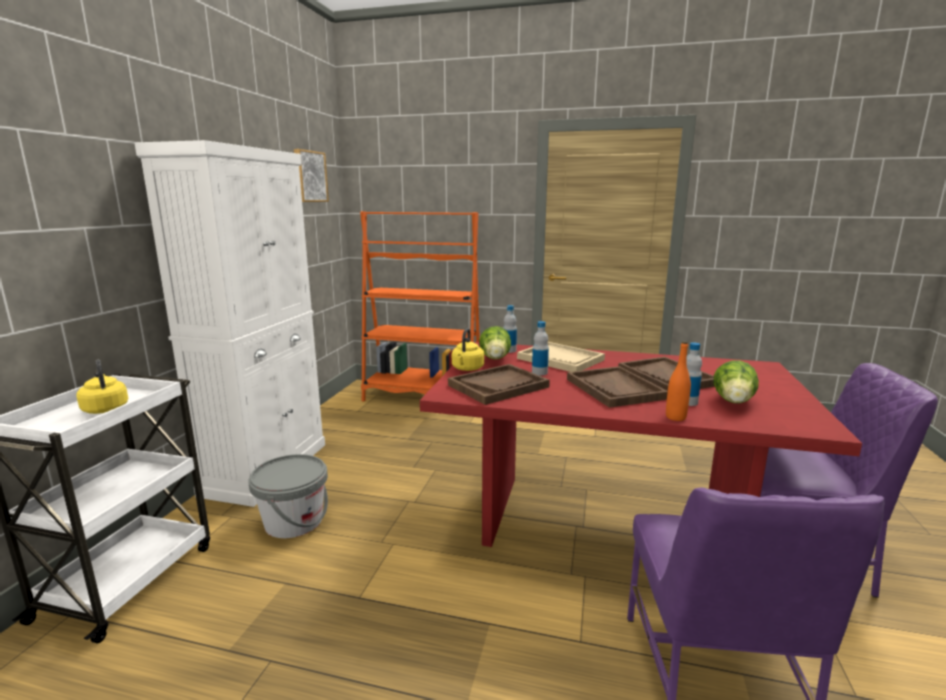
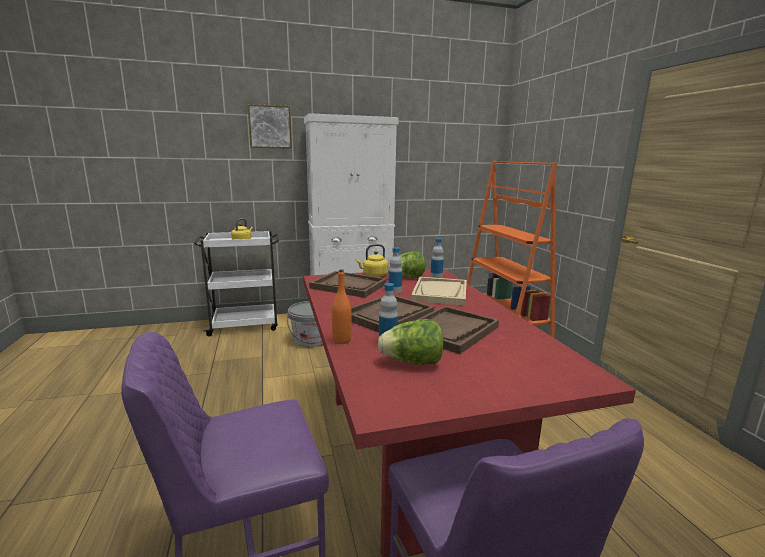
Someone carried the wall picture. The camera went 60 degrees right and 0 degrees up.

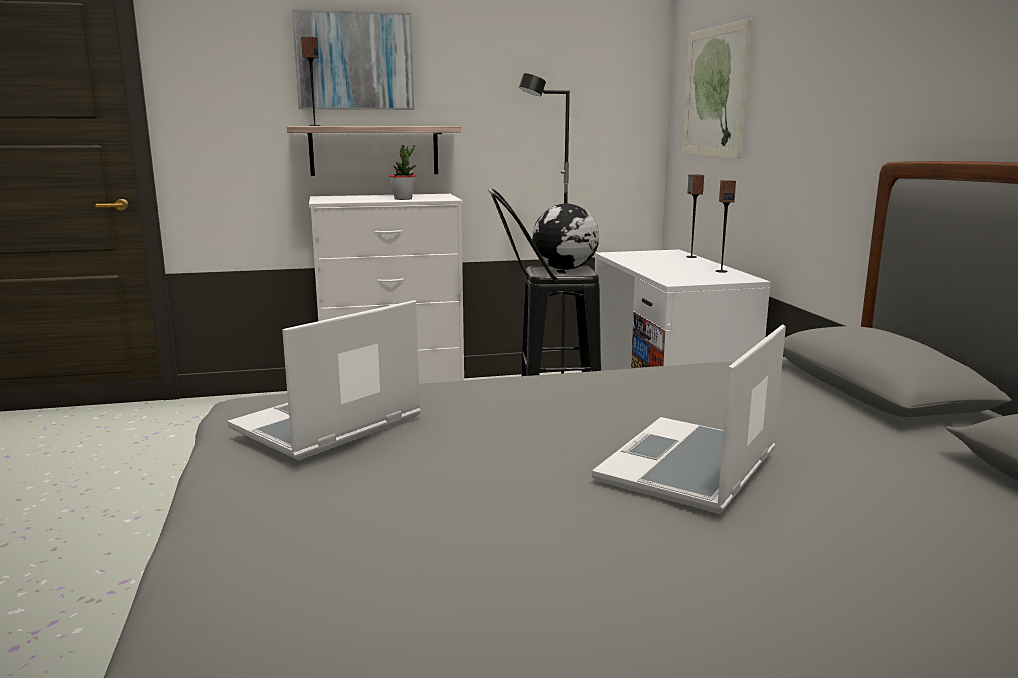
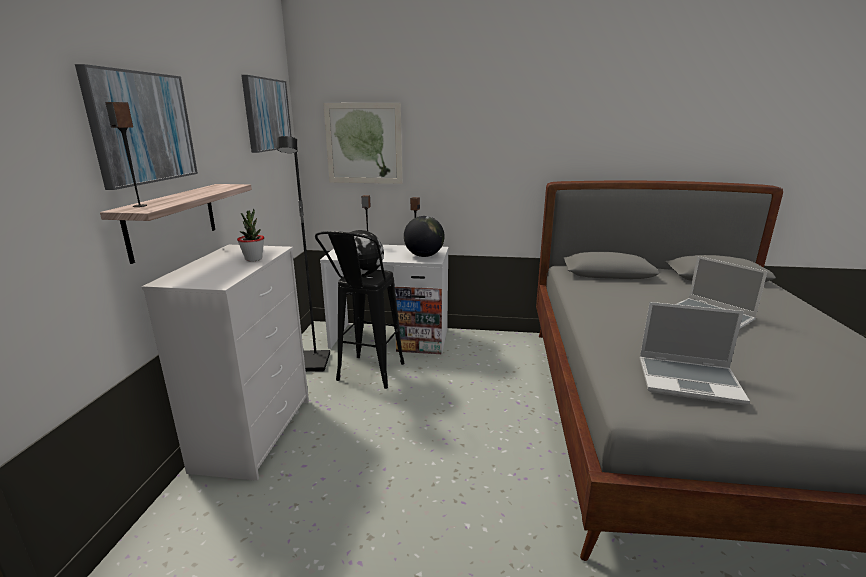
Someone rotated the notebook computer (1st from left) by 45 degrees counterclockwise. Someone put up the wall picture (2nd from left). Someone put down the globe (2nd from left). The camera went 70 degrees left and 5 degrees up.

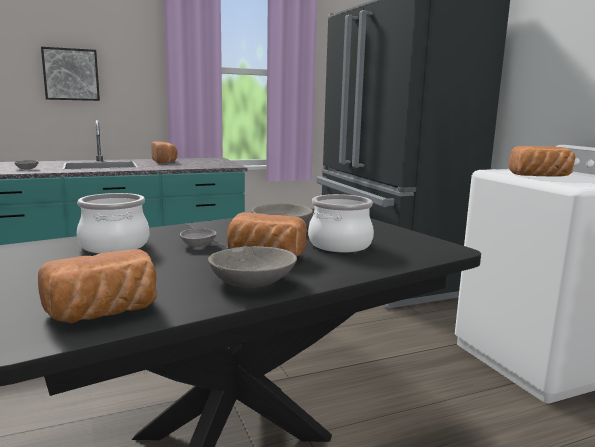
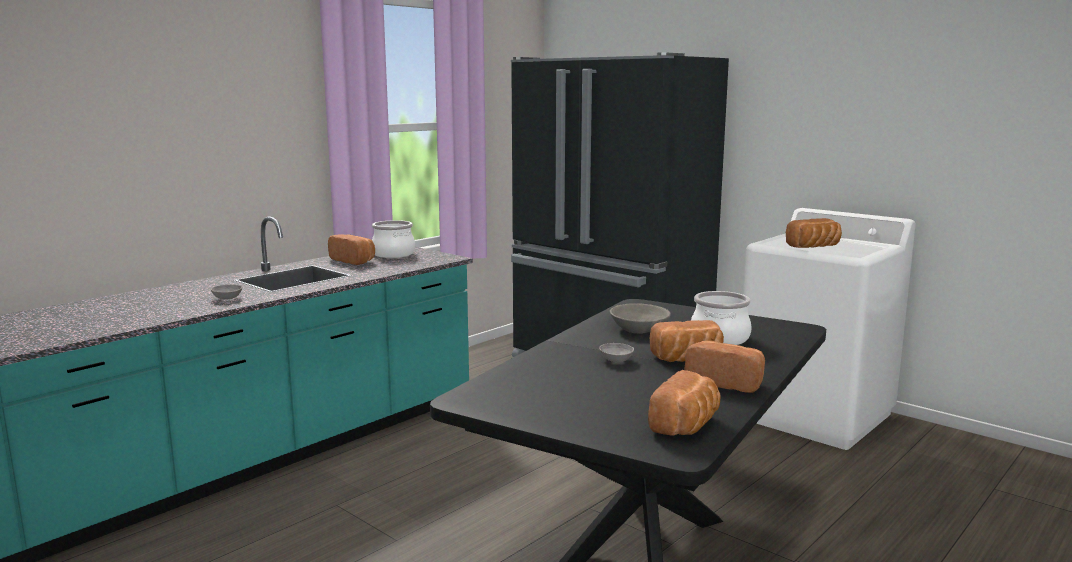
Someone took away the wall picture. Someone carried the cooking pot (1st from left). Someone swapped the gray deep dish (3rd from left) for the baked bread (4th from left). The camera went 25 degrees left and 0 degrees up.

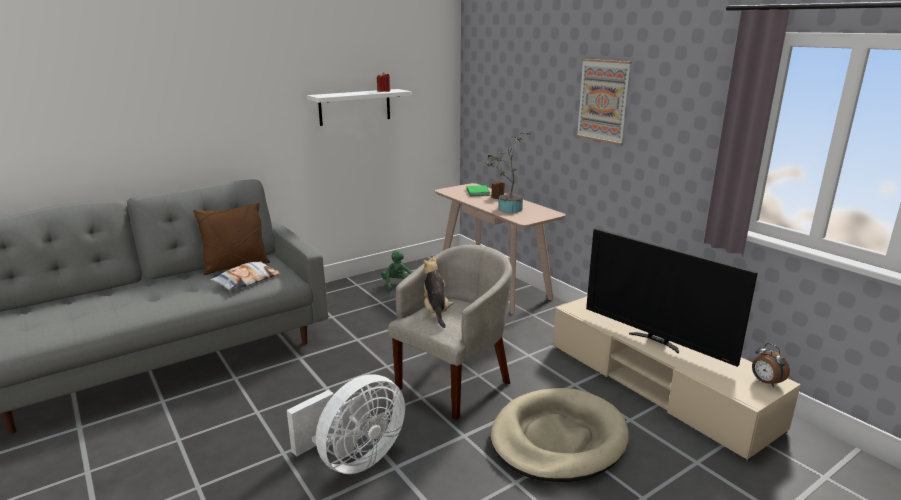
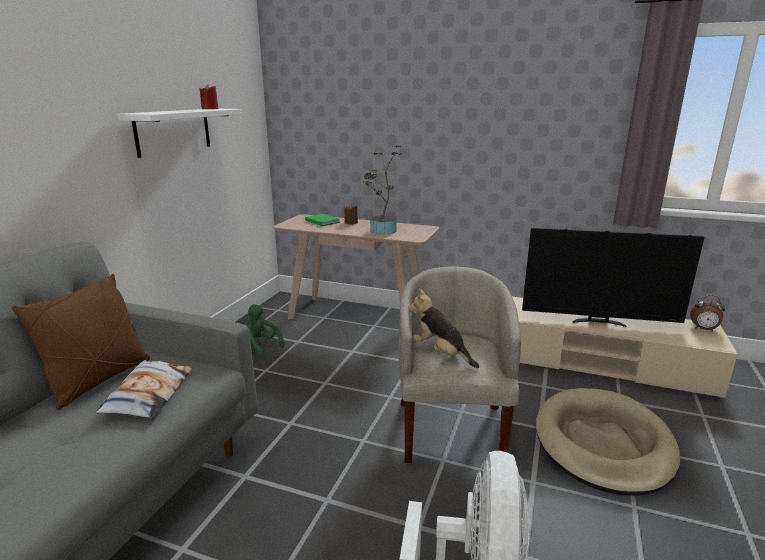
Someone took away the wall picture. The camera went 35 degrees left and 0 degrees up.

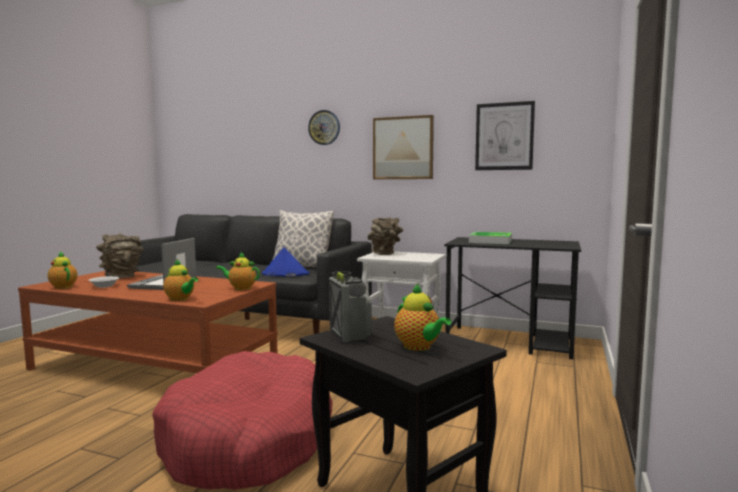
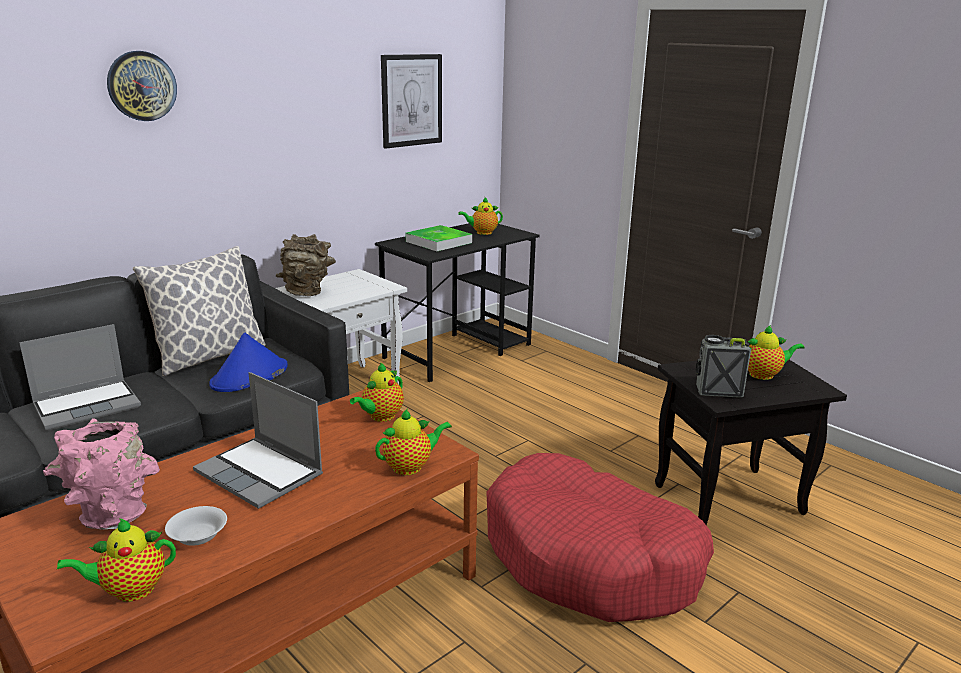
Someone repainted the brown decorative vase (1st from left), which became the pink-coloured decorative vase. Someone took away the wall picture (1st from left). Someone put down the notebook computer (1st from left). Someone put down the tea pot (4th from left). The camera went 65 degrees left and 15 degrees up.

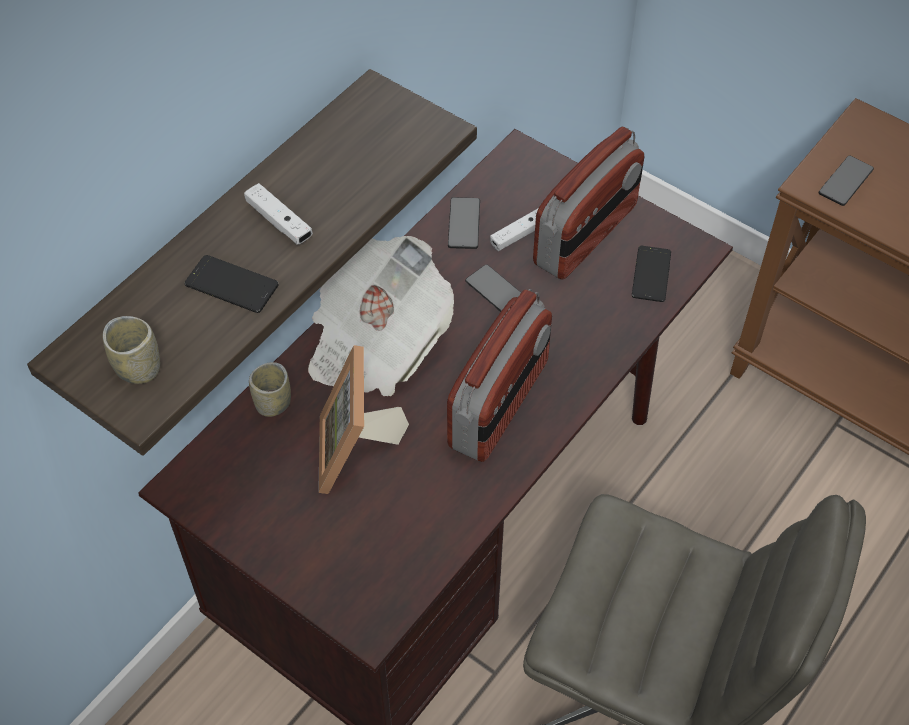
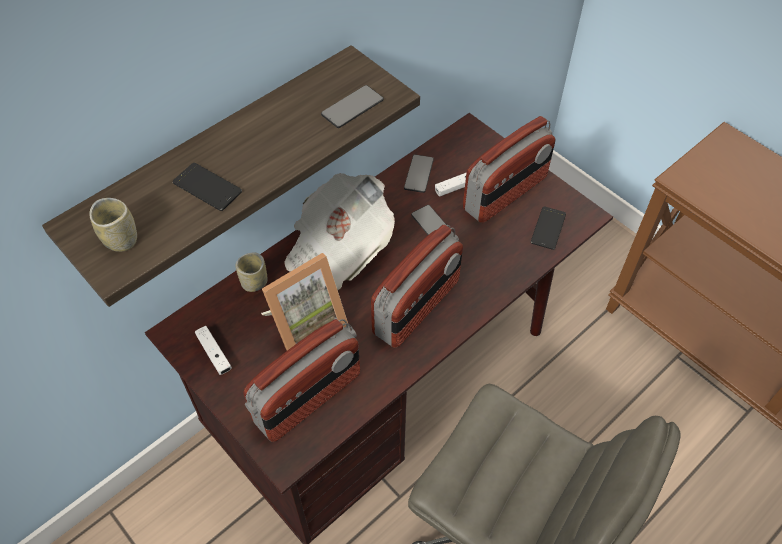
Someone carried the whitish joypad (1st from left). Someone rotated the standing frame by 135 degrees counterclockwise. Someone carried the telephone (5th from left in the first image). Someone put down the radio receiver (1st from left). The camera went 10 degrees right and 0 degrees up.

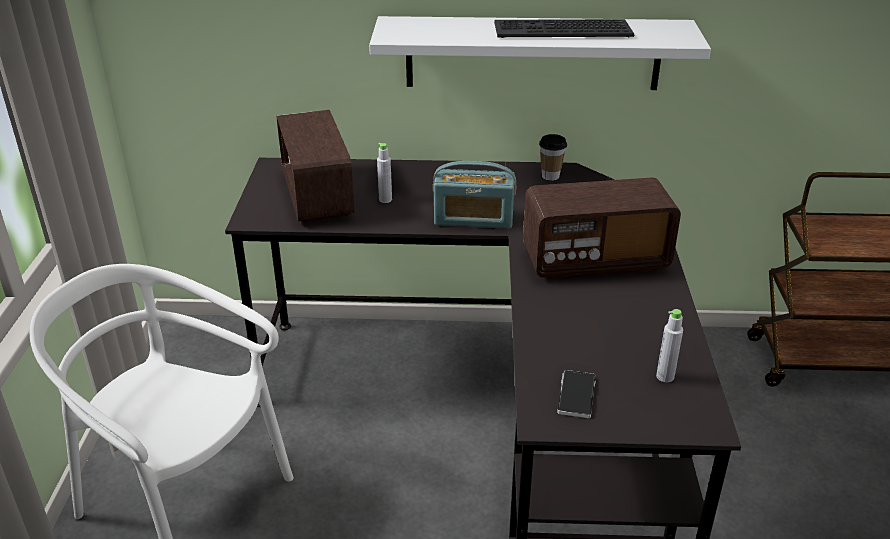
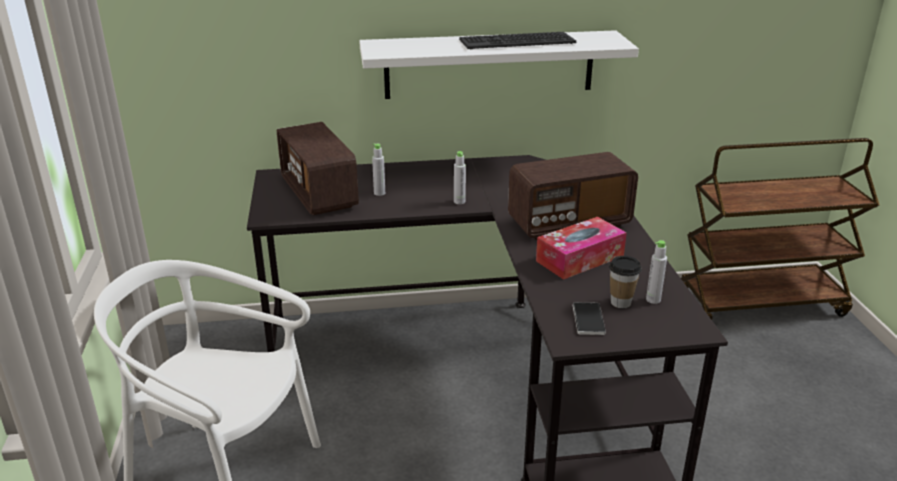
Someone swapped the radio receiver (2nd from left) for the gray drink bottle (2nd from left). Someone carried the drinking cup. Someone put down the box of tissues. The camera went 10 degrees left and 5 degrees down.

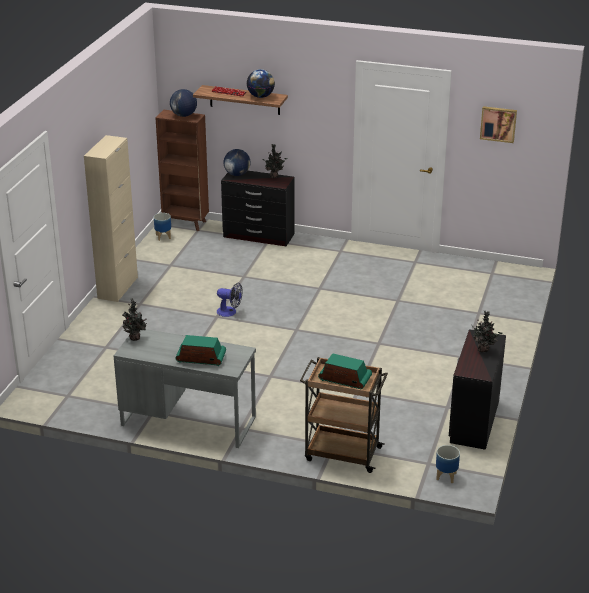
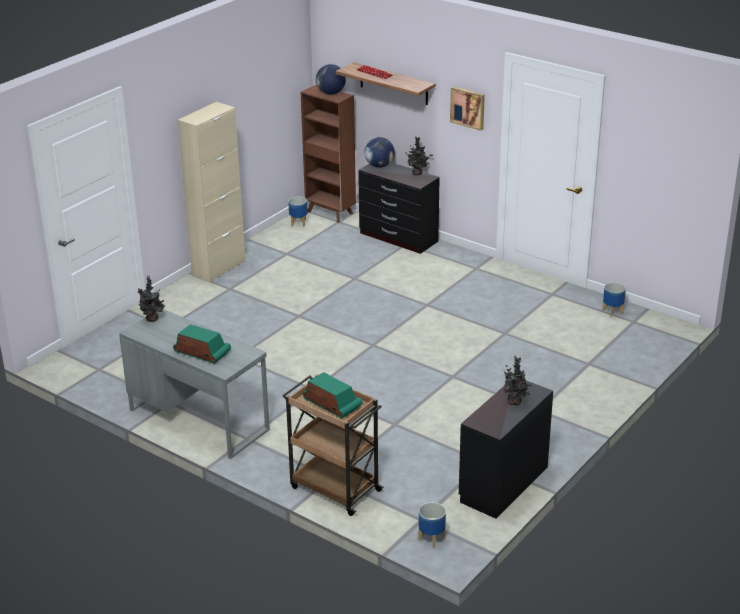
Someone took away the fan. Someone took away the globe (3rd from left). Someone carried the wall picture. Someone put down the plant pot (3rd from left). The camera went 20 degrees right and 0 degrees up.

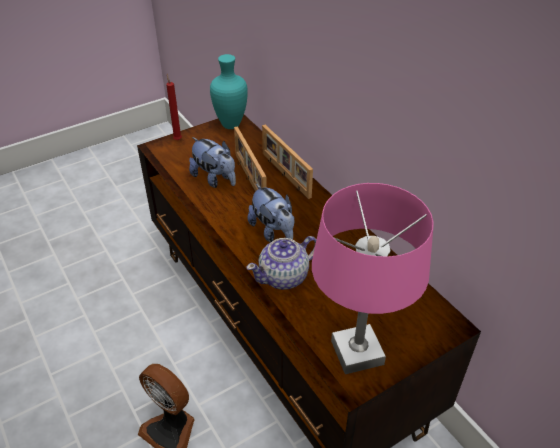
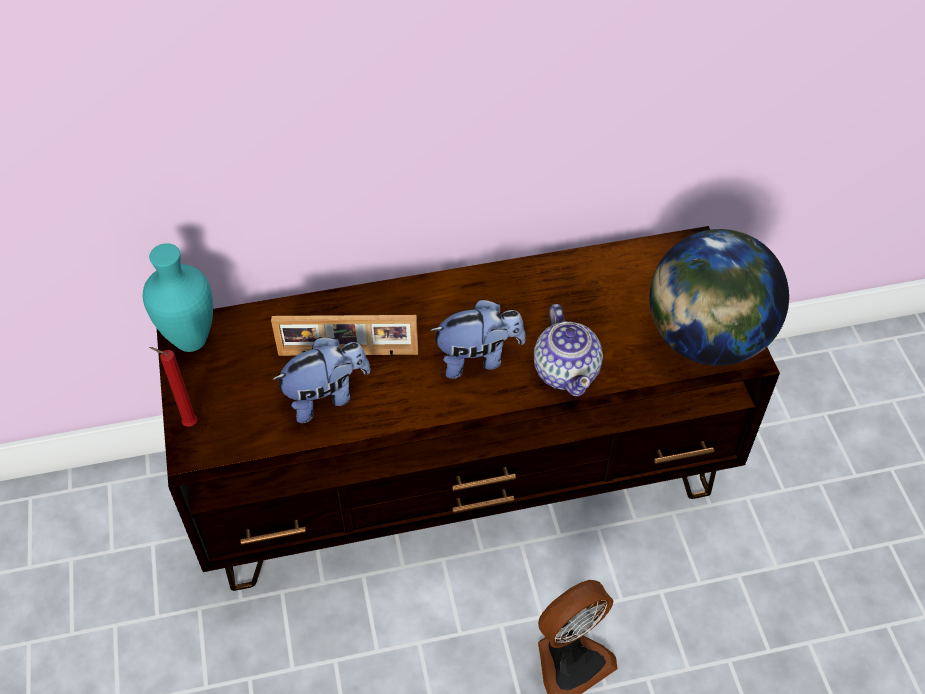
Someone took away the standing frame (2nd from left). Someone swapped the pink-coloured lamp for a table for the globe. The camera went 70 degrees left and 10 degrees up.

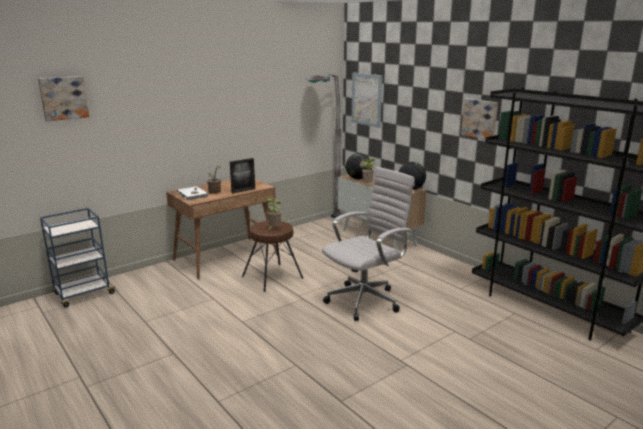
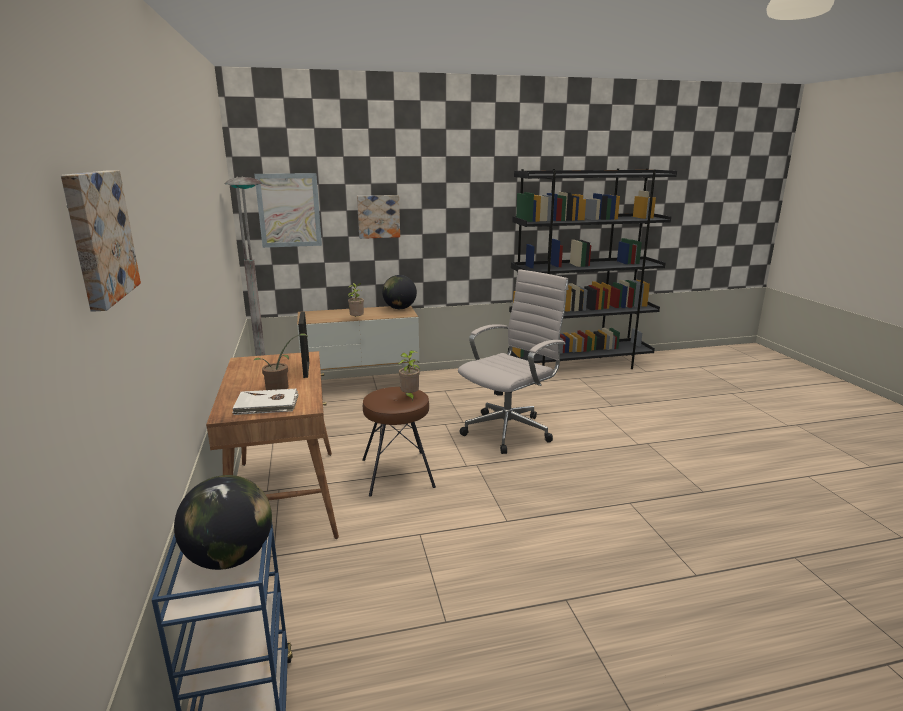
Someone rotated the whitish computer chair by 60 degrees clockwise. Someone carried the globe (1st from left). Someone carried the wall picture (3rd from left). The camera went 65 degrees left and 0 degrees up.

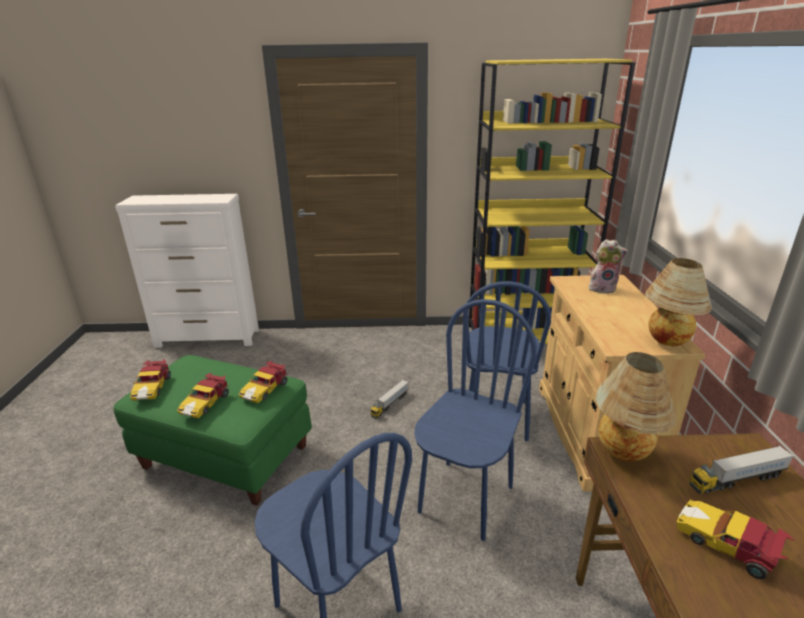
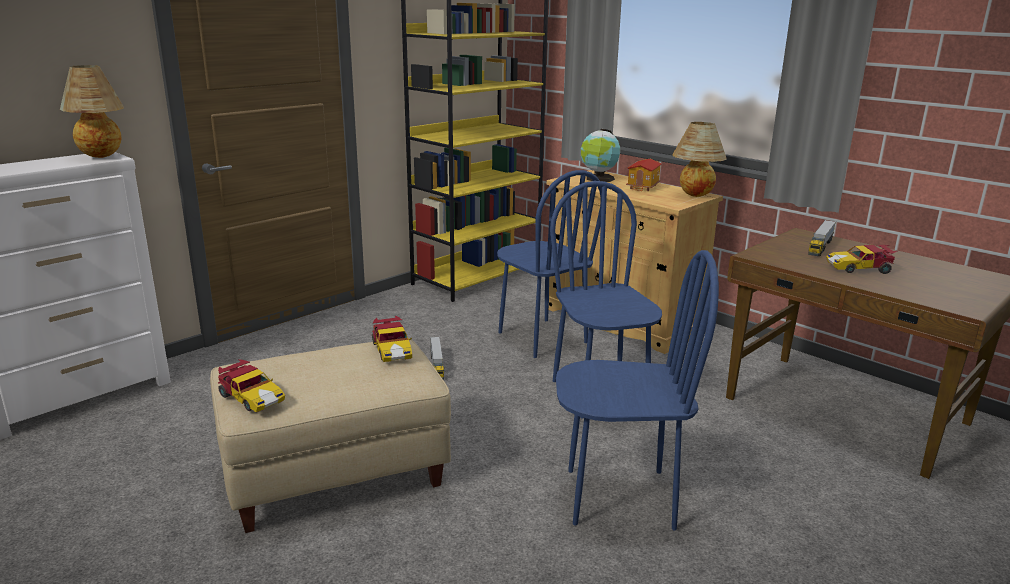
Someone repainted the green pouffe, which became the sand-coloured pouffe. Someone took away the model car (2nd from left). Someone swapped the cuddly toy for the globe. Someone carried the lamp for a table (1st from left). Someone put down the toy house. The camera went 45 degrees left and 5 degrees down.

